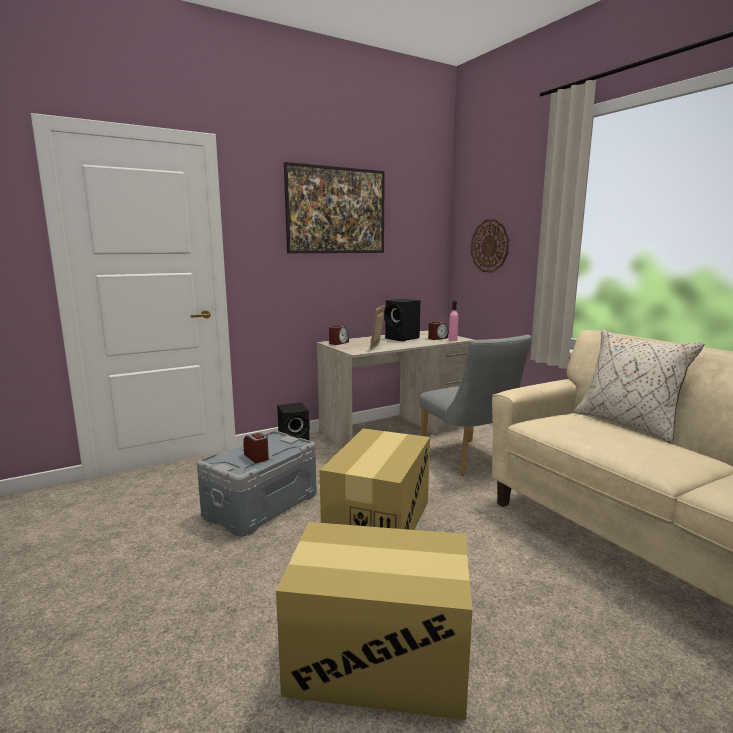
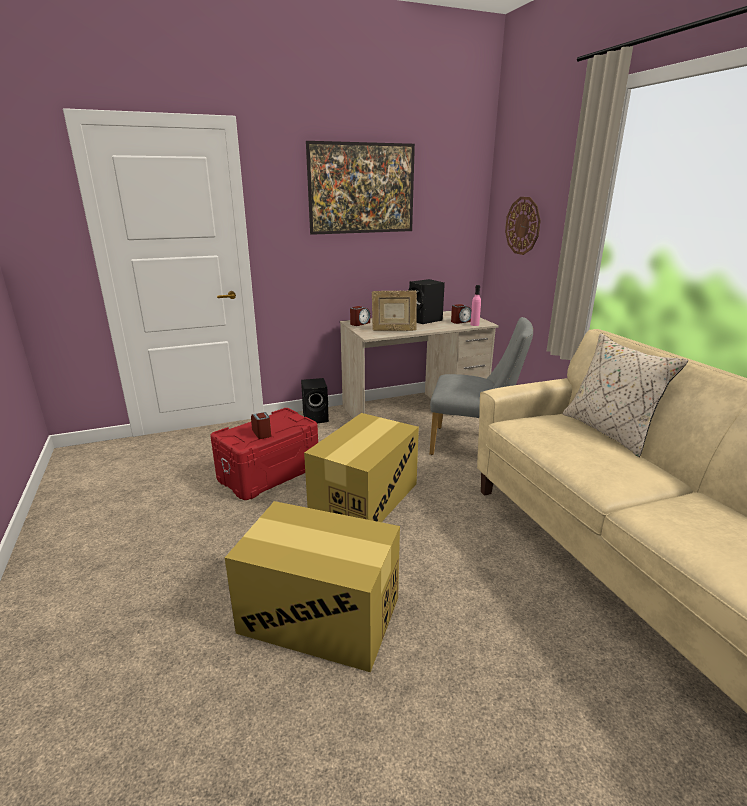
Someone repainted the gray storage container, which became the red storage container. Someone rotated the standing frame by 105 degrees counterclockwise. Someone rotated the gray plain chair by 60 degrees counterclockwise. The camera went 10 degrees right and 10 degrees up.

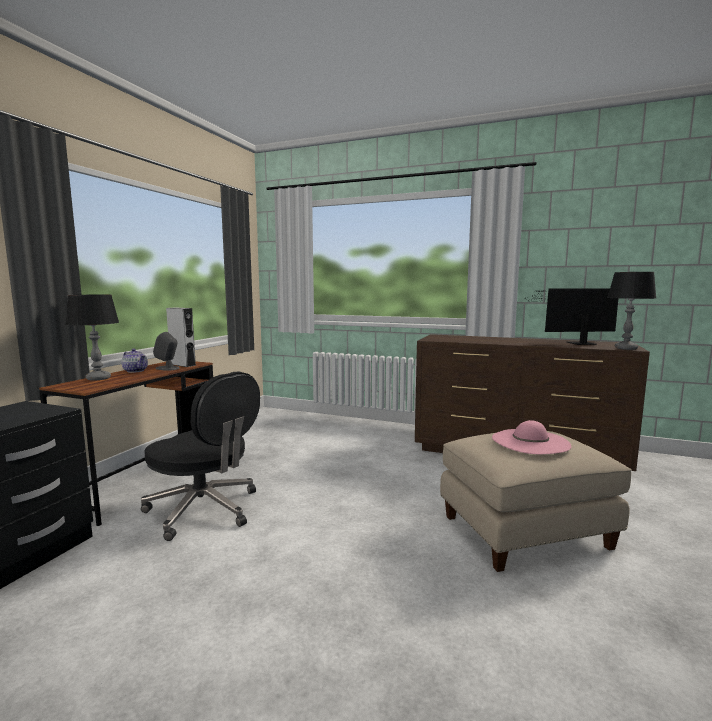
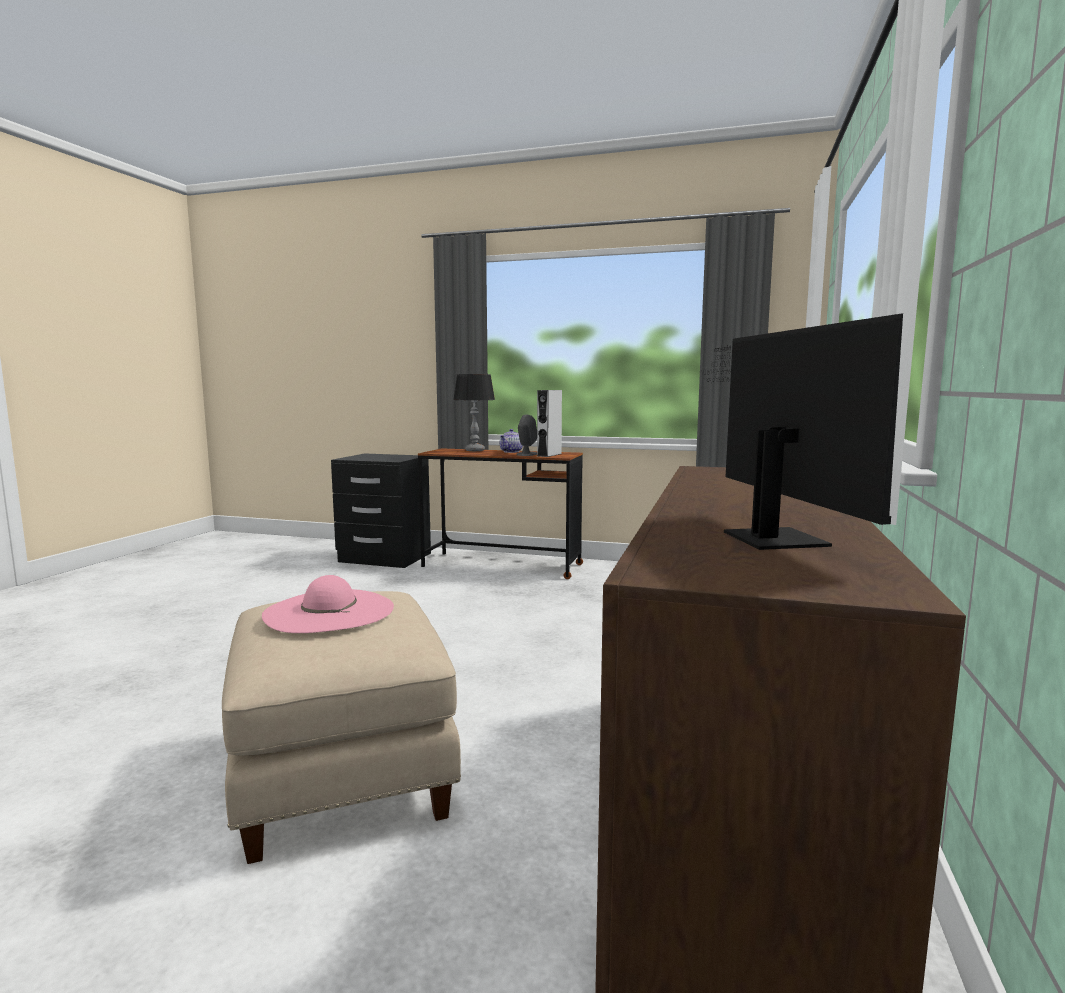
Someone took away the black-coloured computer chair. Someone took away the lamp for a table (2nd from left). The camera went 85 degrees right and 0 degrees up.

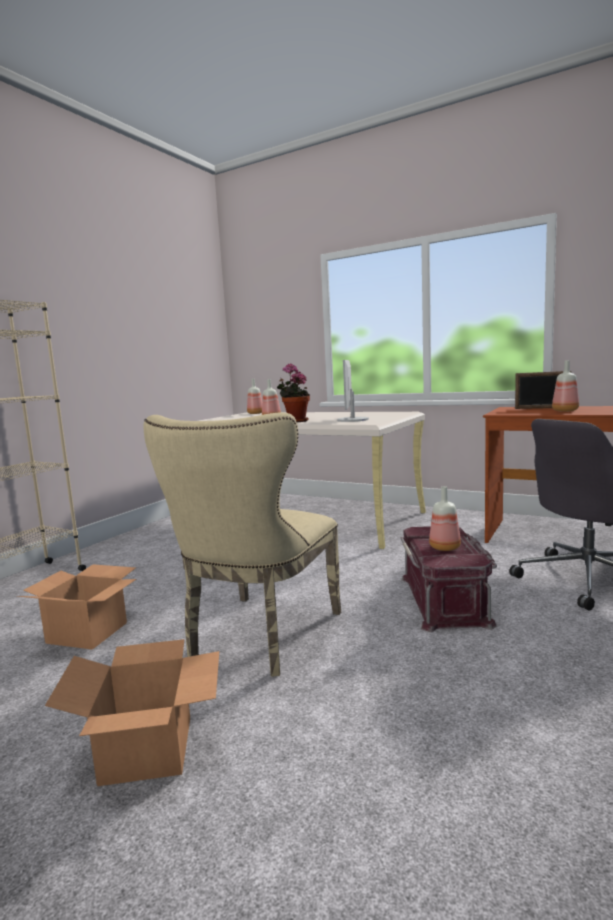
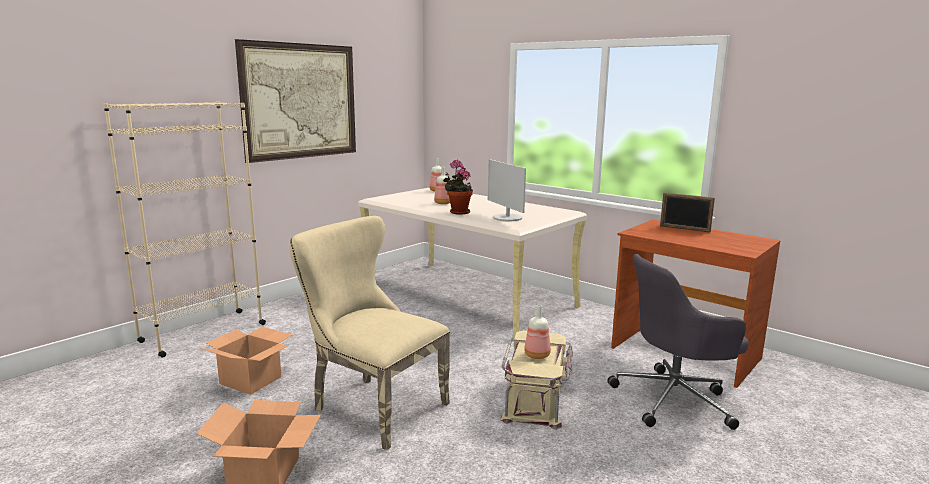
Someone rotated the sand-coloured plain chair by 90 degrees clockwise. Someone rotated the monitor by 45 degrees counterclockwise. Someone repainted the red storage container, which became the sand-coloured storage container. Someone took away the drink bottle (4th from left). Someone put up the wall picture. The camera went 10 degrees right and 5 degrees up.

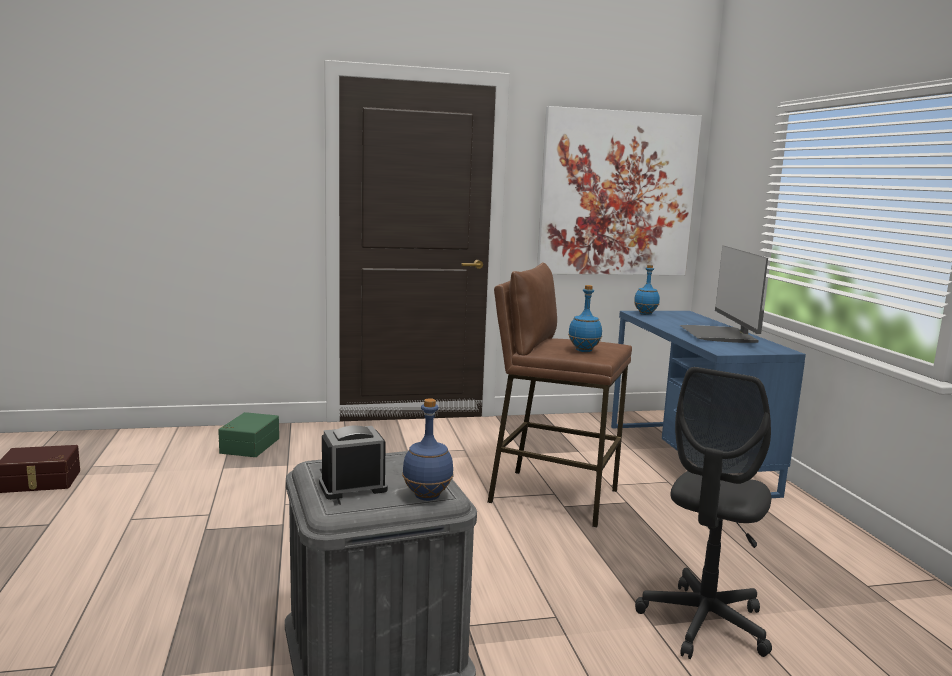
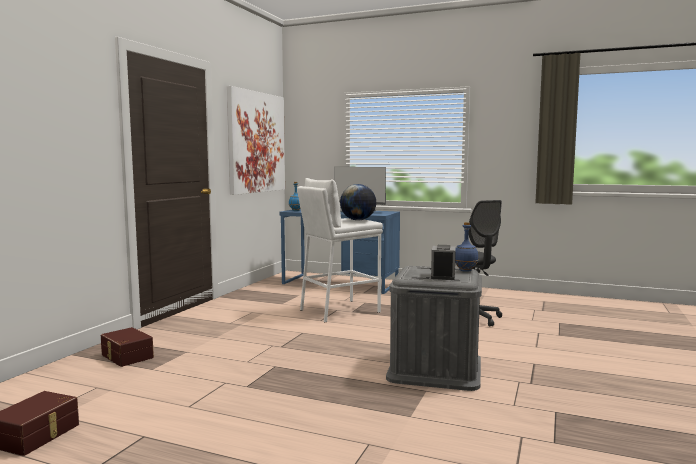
Someone repainted the green storage container, which became the brown storage container (2nd from left). Someone repainted the brown sitting stool, which became the whitish sitting stool. Someone swapped the bluish drink bottle (2nd from left) for the globe. The camera went 55 degrees left and 5 degrees down.

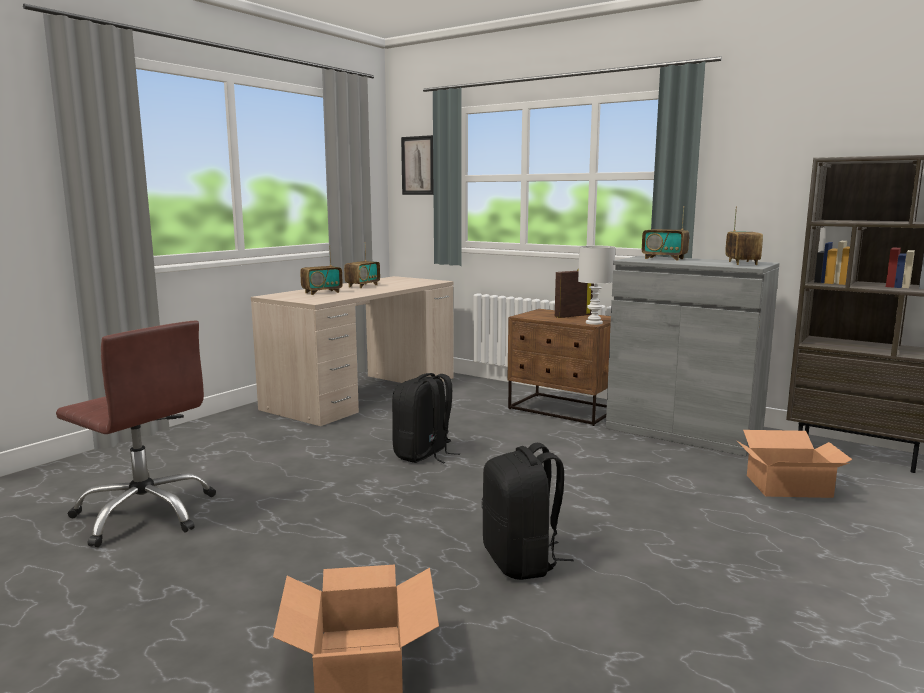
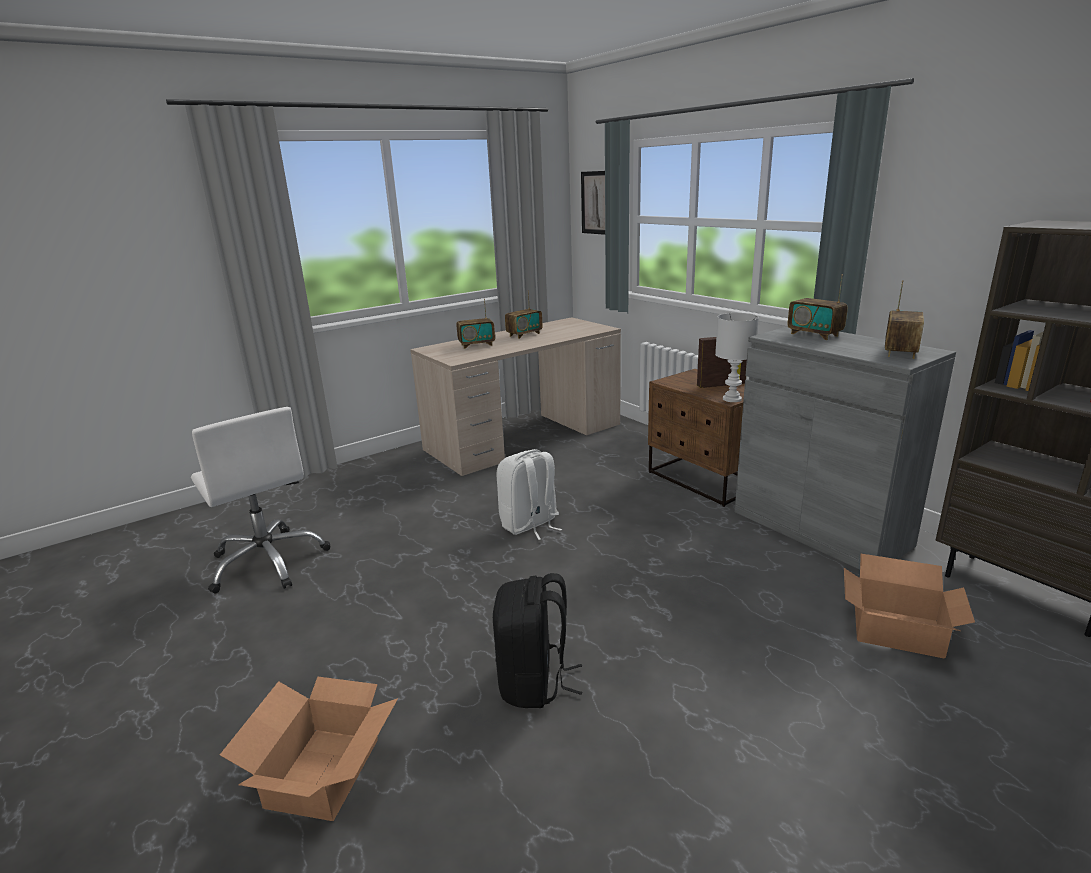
Someone repainted the brown computer chair, which became the whitish computer chair. Someone repainted the black-coloured knapsack (1st from left), which became the whitish knapsack. The camera went 20 degrees right and 10 degrees up.

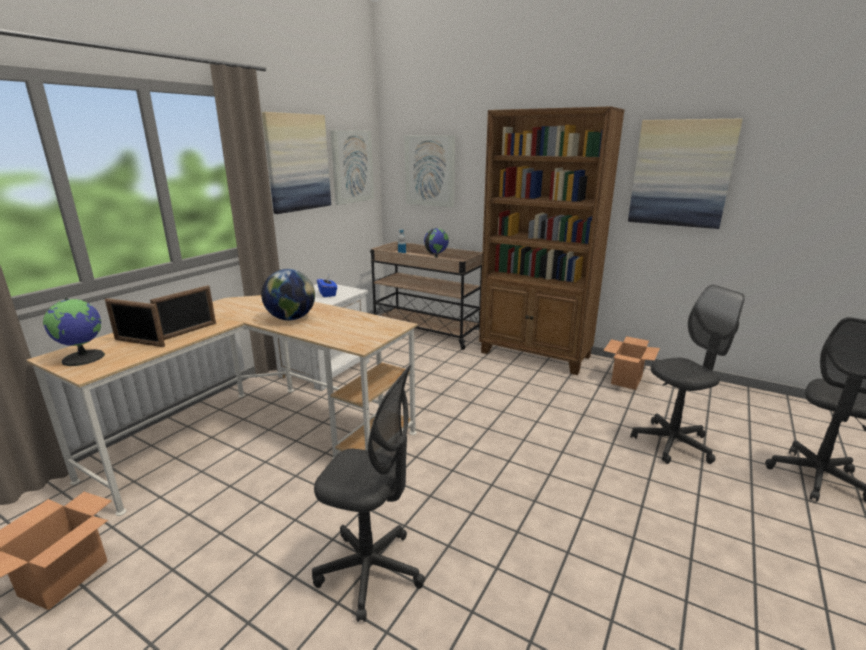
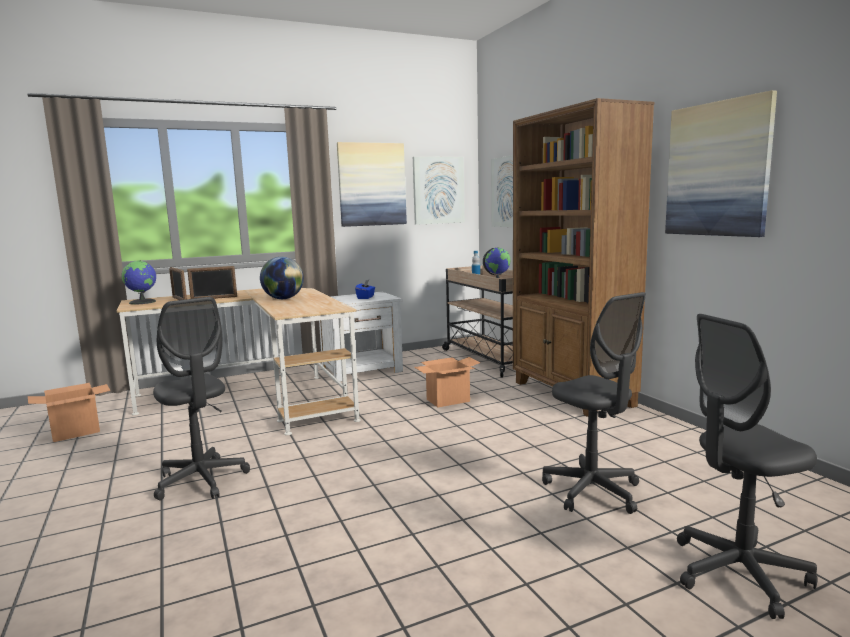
Someone carried the packing box (2nd from left). Someone rotated the gray computer chair (2nd from left) by 45 degrees clockwise. The camera went 35 degrees right and 10 degrees down.

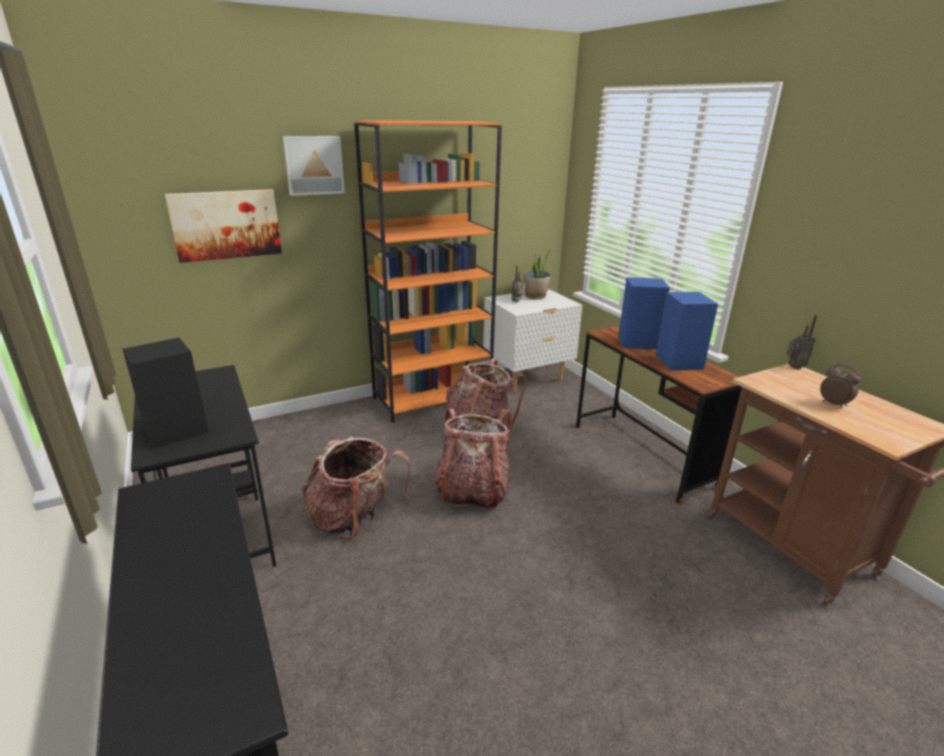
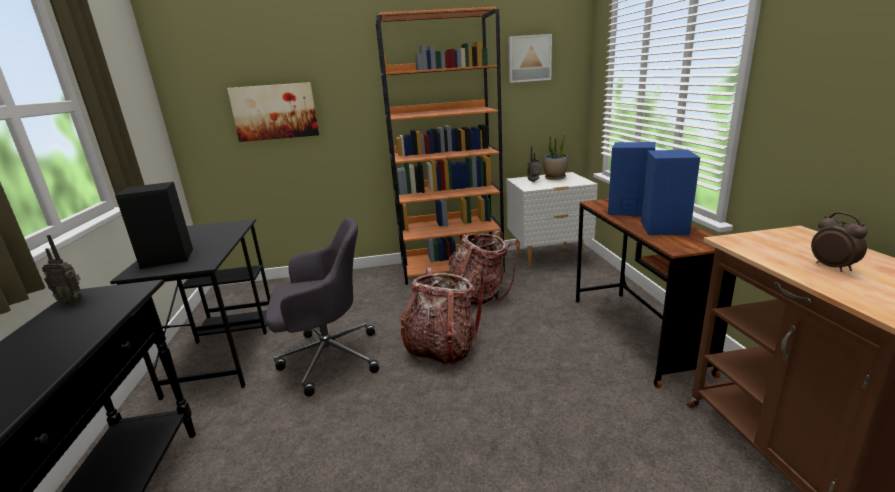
Someone carried the wall picture (2nd from left). Someone swapped the knapsack (1st from left) for the gray computer chair. Someone carried the radio receiver (2nd from left in the first image). The camera went 20 degrees right and 5 degrees down.

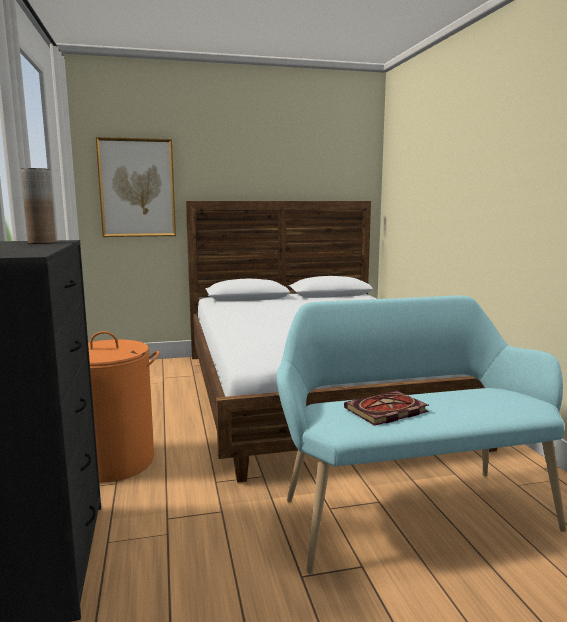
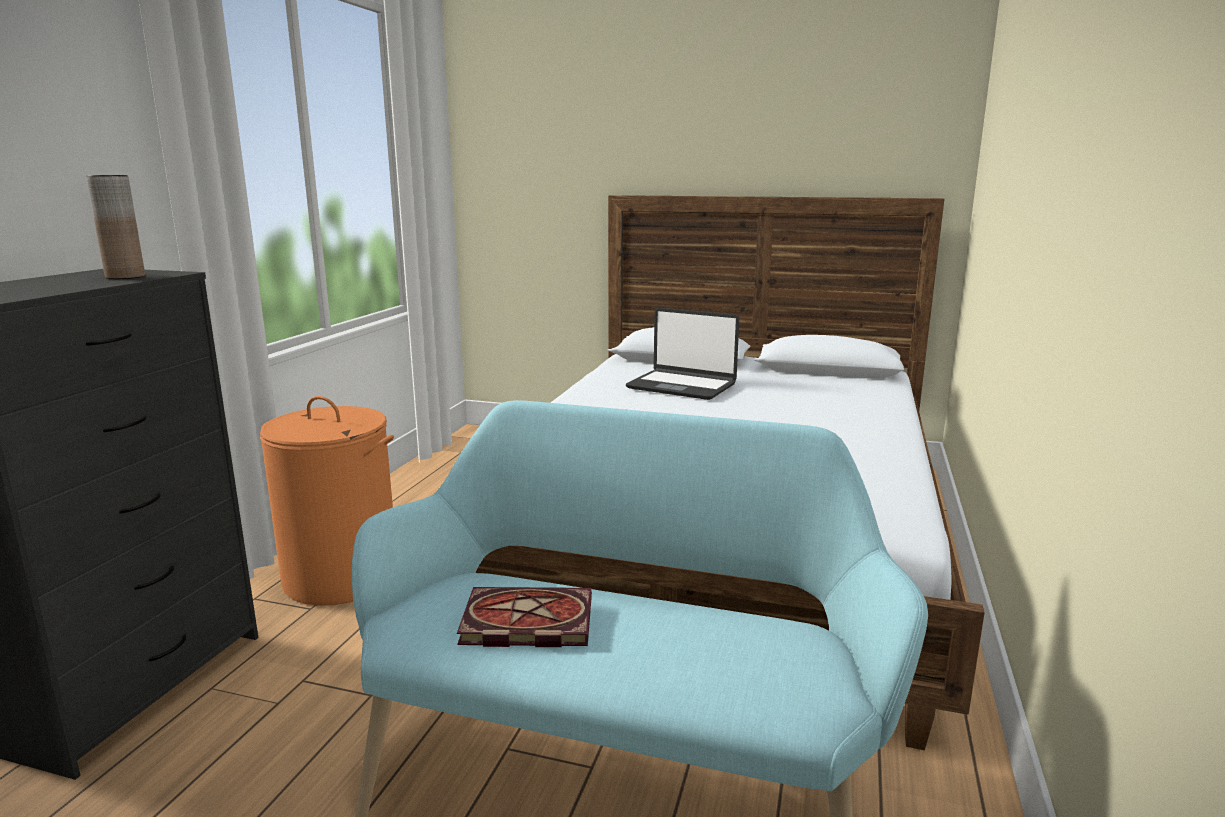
Someone took away the wall picture. Someone put down the notebook computer. The camera went 30 degrees right and 5 degrees up.

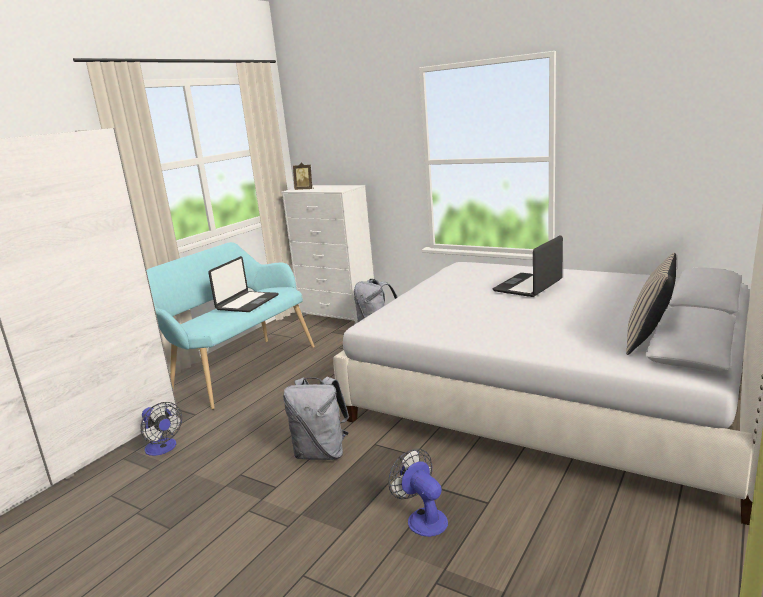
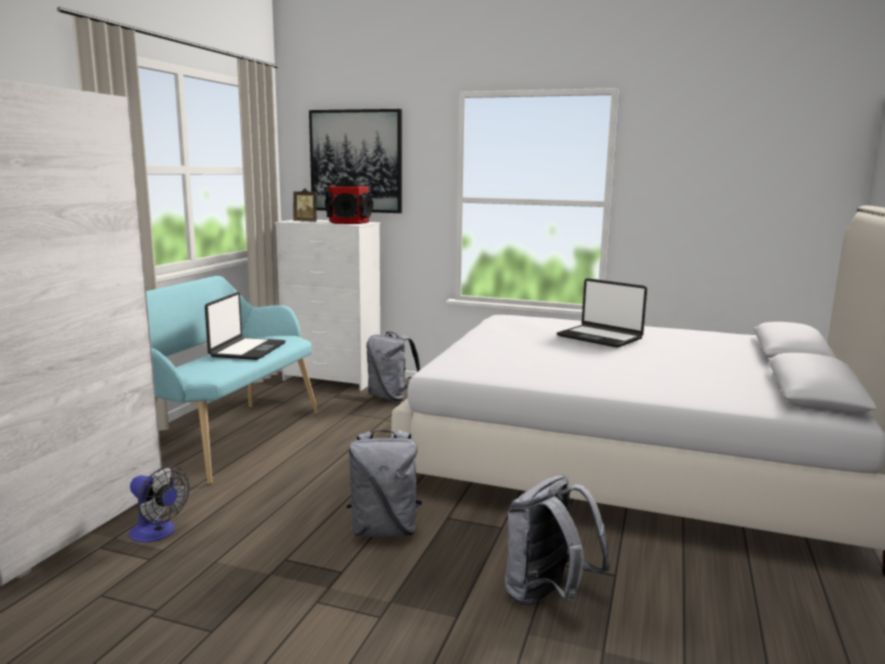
Someone swapped the fan (2nd from left) for the gray knapsack (3rd from left). Someone rotated the notebook computer (2nd from left) by 75 degrees counterclockwise. Someone took away the sand-coloured cushion. Someone put up the wall picture. Someone put down the audio speaker. The camera went 15 degrees left and 5 degrees down.

